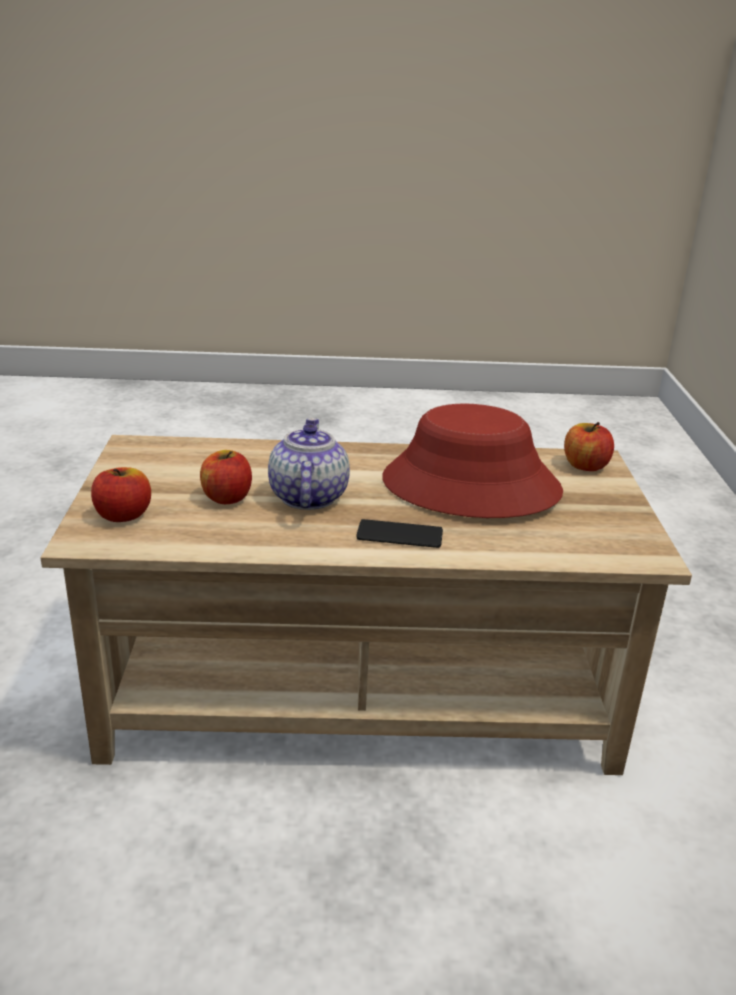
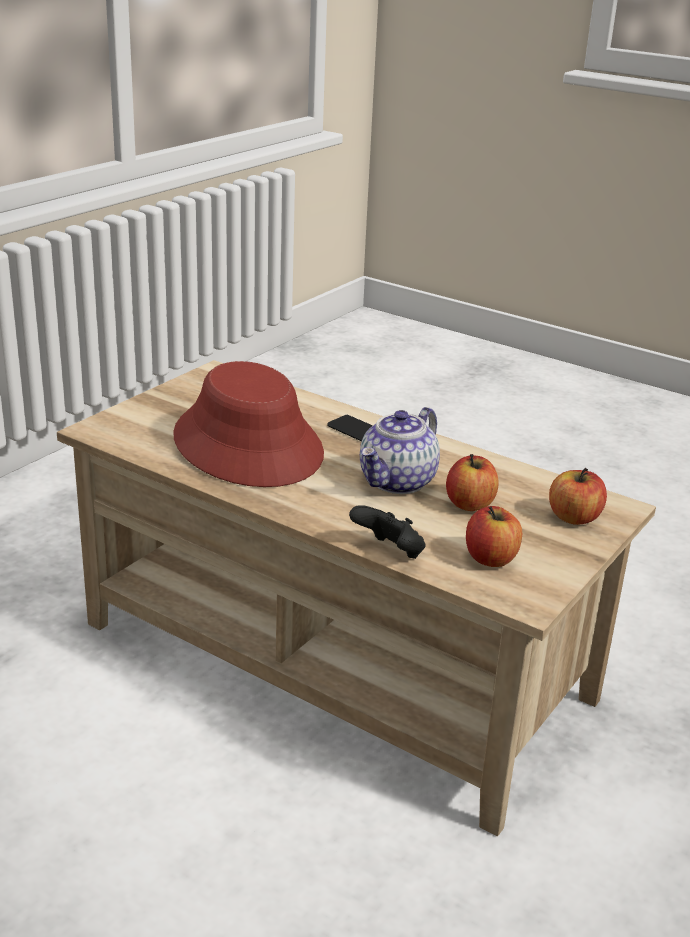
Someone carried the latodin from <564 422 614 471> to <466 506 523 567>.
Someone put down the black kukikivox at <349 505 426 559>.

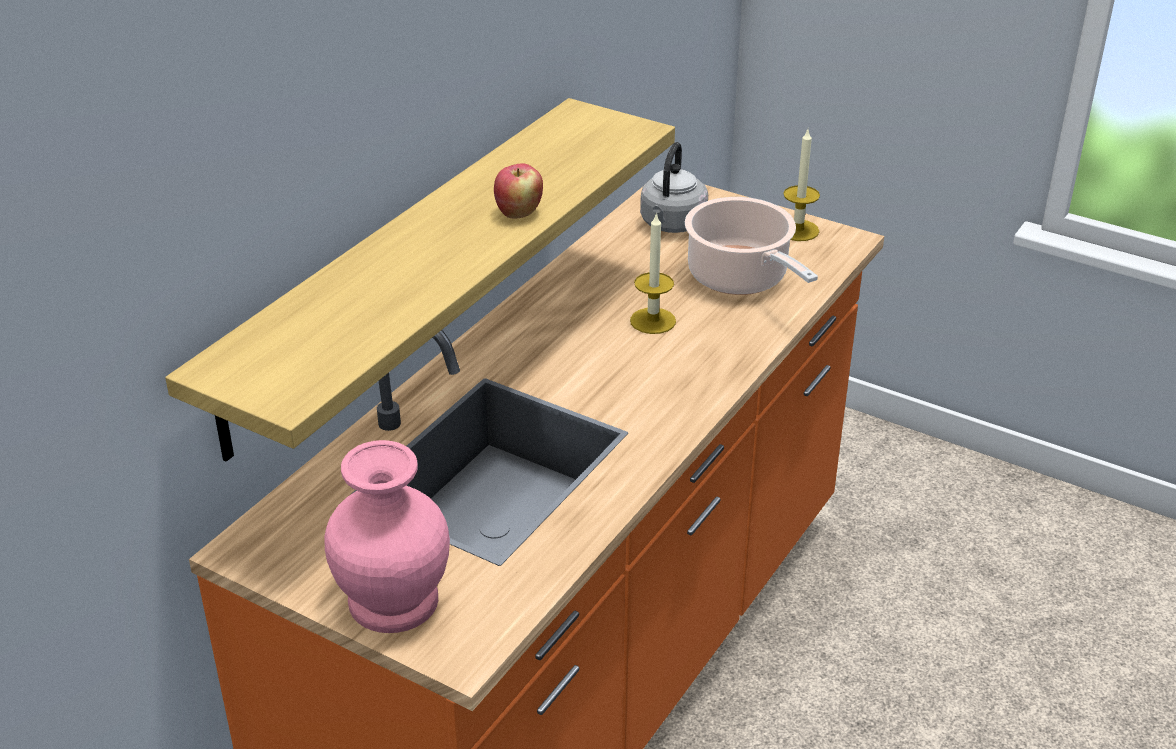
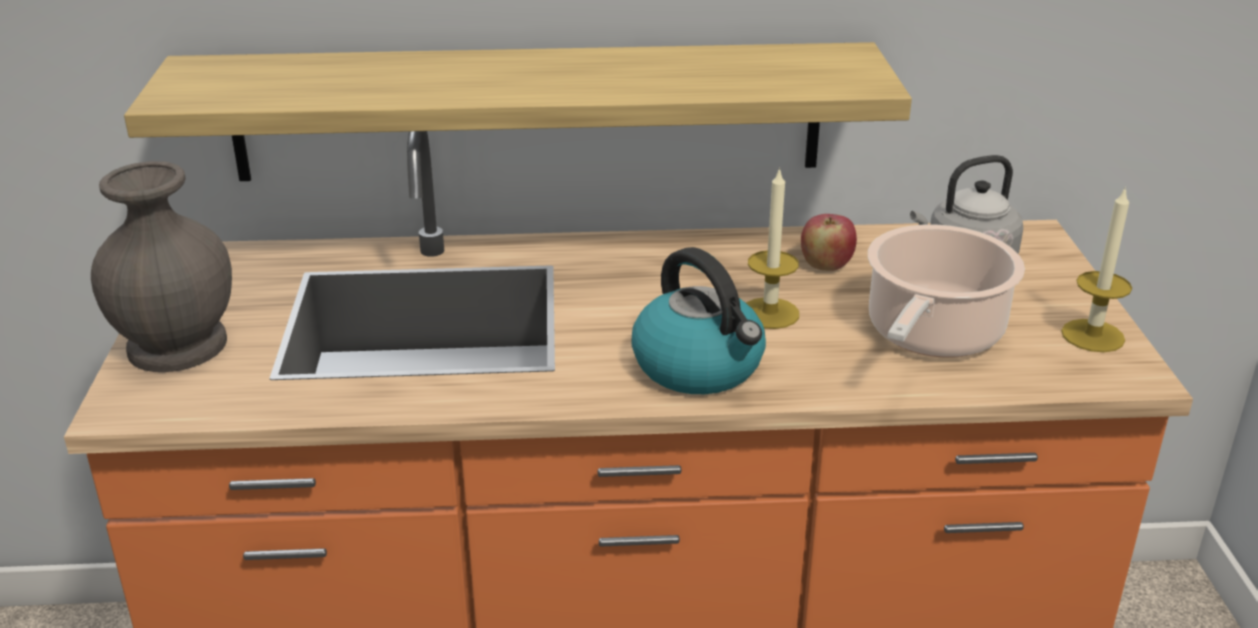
Someone repainted the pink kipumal at <324 440 450 633>, which became the grey kipumal at <91 161 232 372>.
Someone carried the latodin from <494 163 543 218> to <801 214 857 271>.
Someone put down the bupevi at <631 247 766 394>.

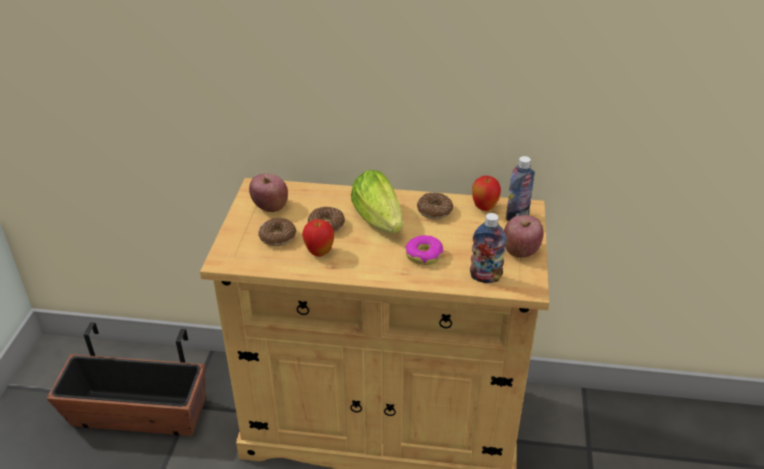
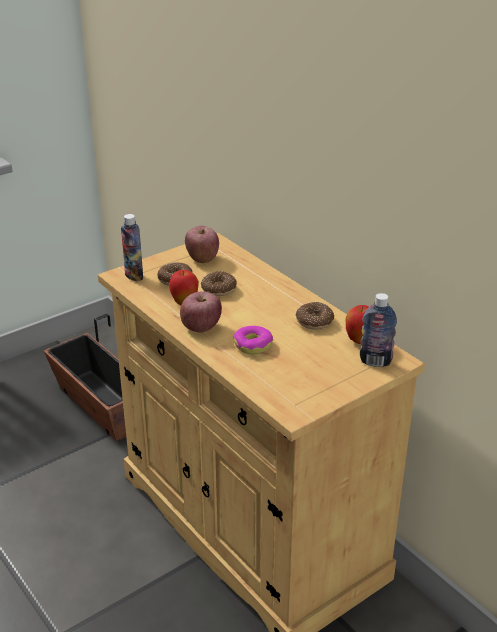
Someone took away the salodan at <351 170 403 233>.
Someone carried the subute from <470 213 507 283> to <121 214 143 281>.
Someone carried the latodin from <504 215 543 258> to <180 291 222 333>.

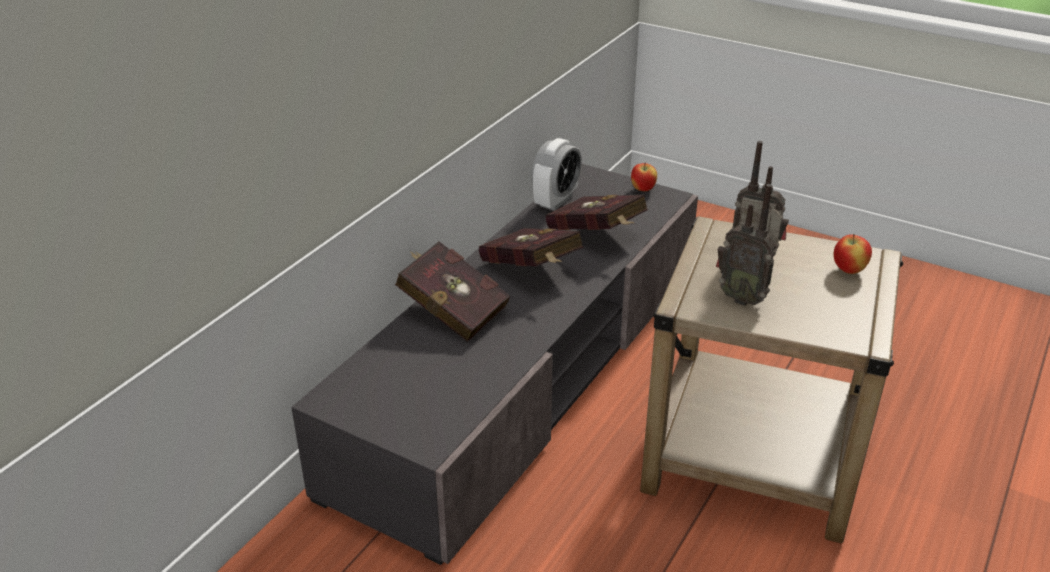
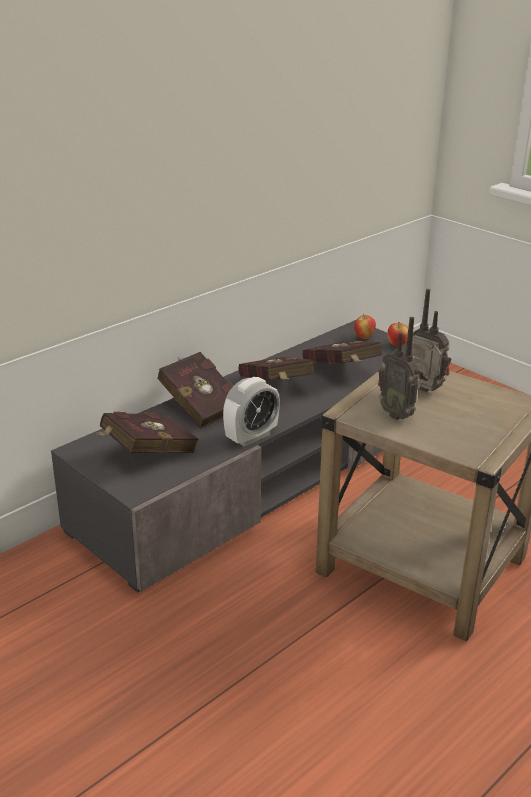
Someone carried the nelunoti from <532 138 582 211> to <223 377 280 447>.
Someone carried the latodin from <833 234 872 274> to <354 313 376 339>.
Someone put down the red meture at <97 412 199 453>.

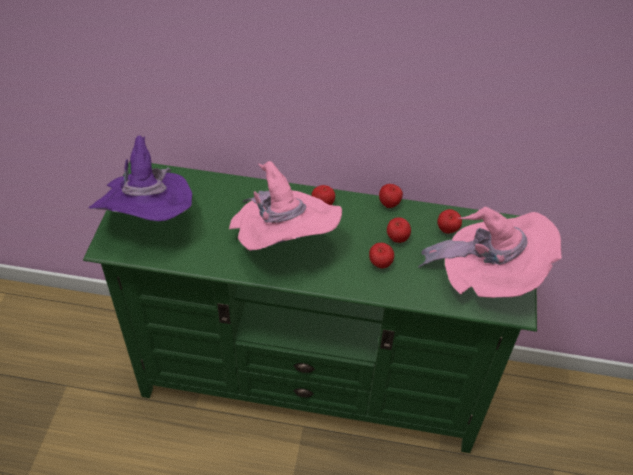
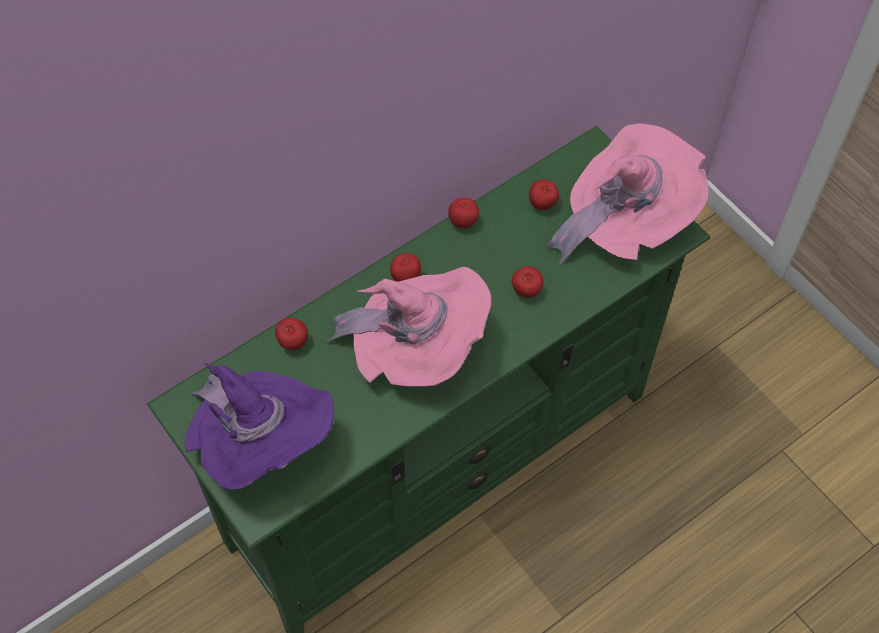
Someone carried the latodin from <387 217 411 243> to <275 318 308 350>.

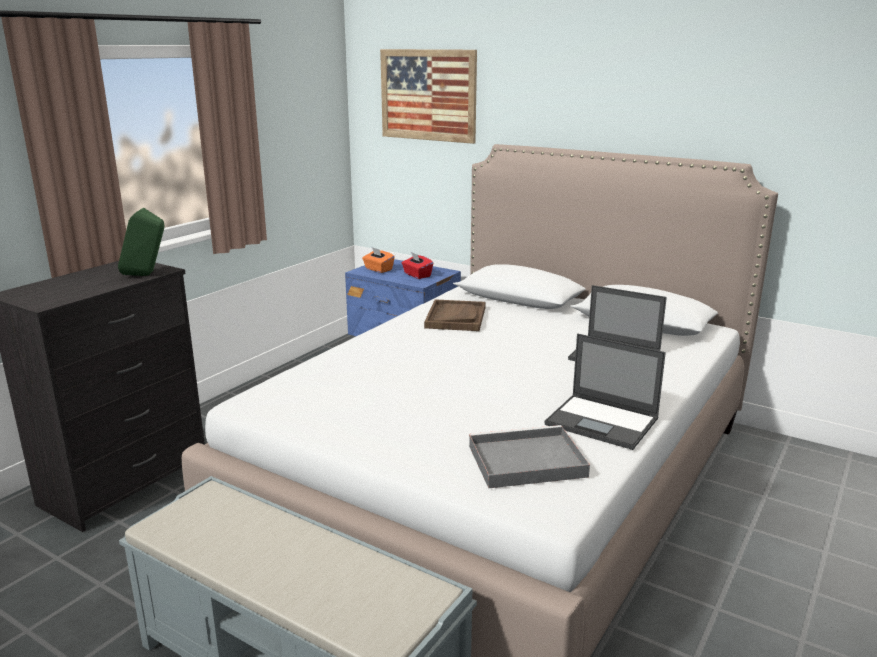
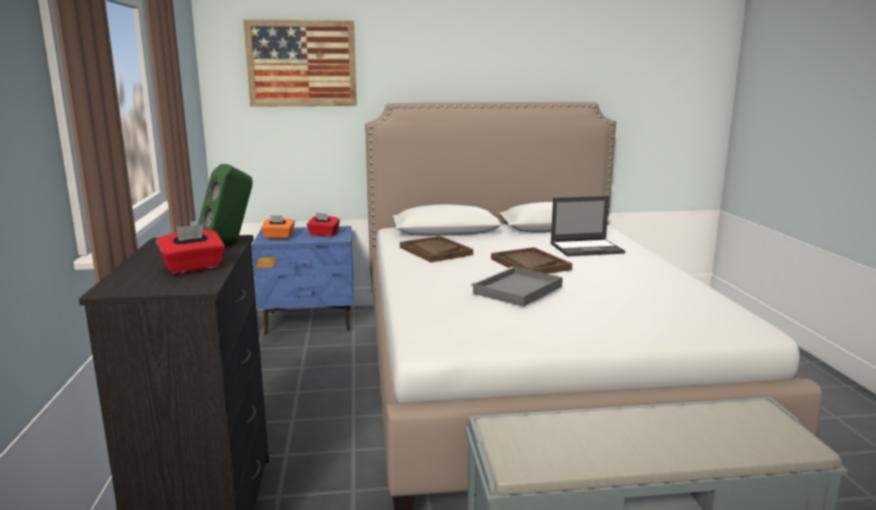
Someone carried the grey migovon from <469 425 590 488> to <471 267 563 307>.
Someone took away the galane at <544 333 666 450>.
Someone put down the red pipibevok at <156 224 225 274>.
Someone put down the brown migovon at <491 247 572 274>.

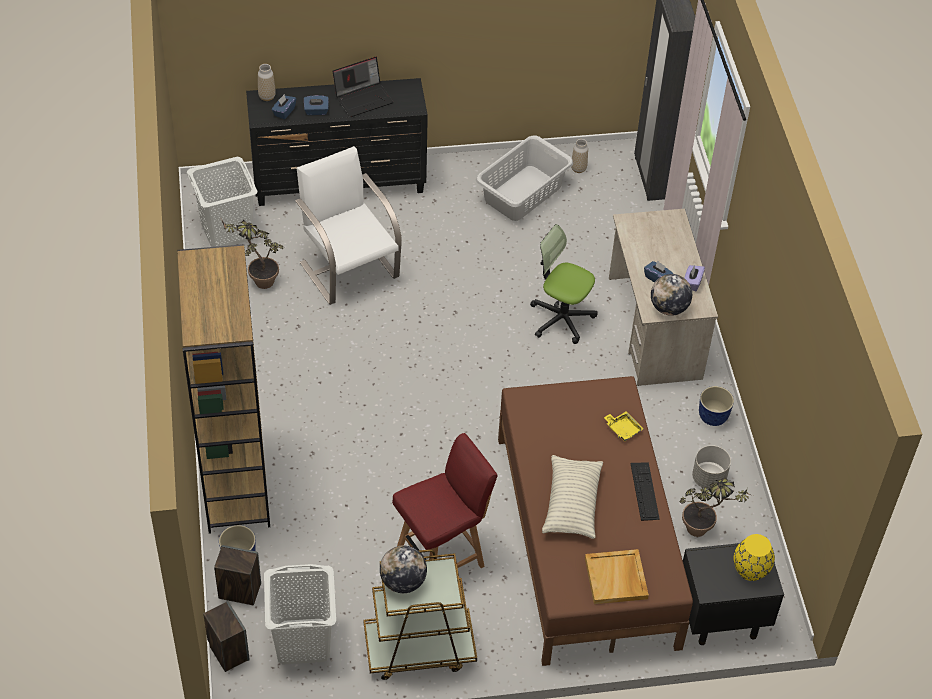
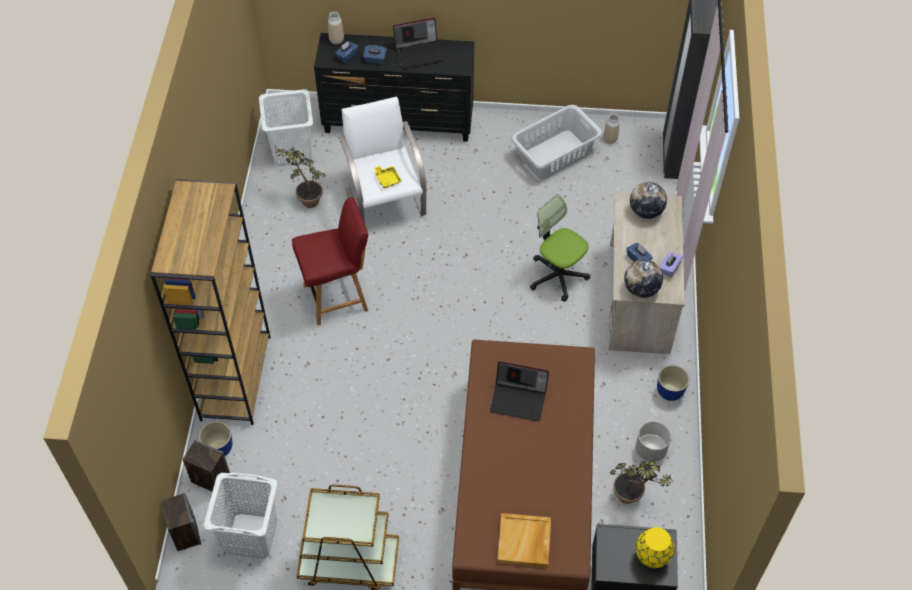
Someone carried the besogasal from <380 546 427 593> to <630 182 667 219>.
Someone carried the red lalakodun from <392 433 498 568> to <292 197 368 326>.
Someone took away the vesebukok at <542 455 603 539>.
Someone carried the yellow migovon from <604 411 643 442> to <374 166 402 189>.
Someone took away the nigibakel at <631 462 660 521>.
Someone put down the galane at <490 361 549 421>.

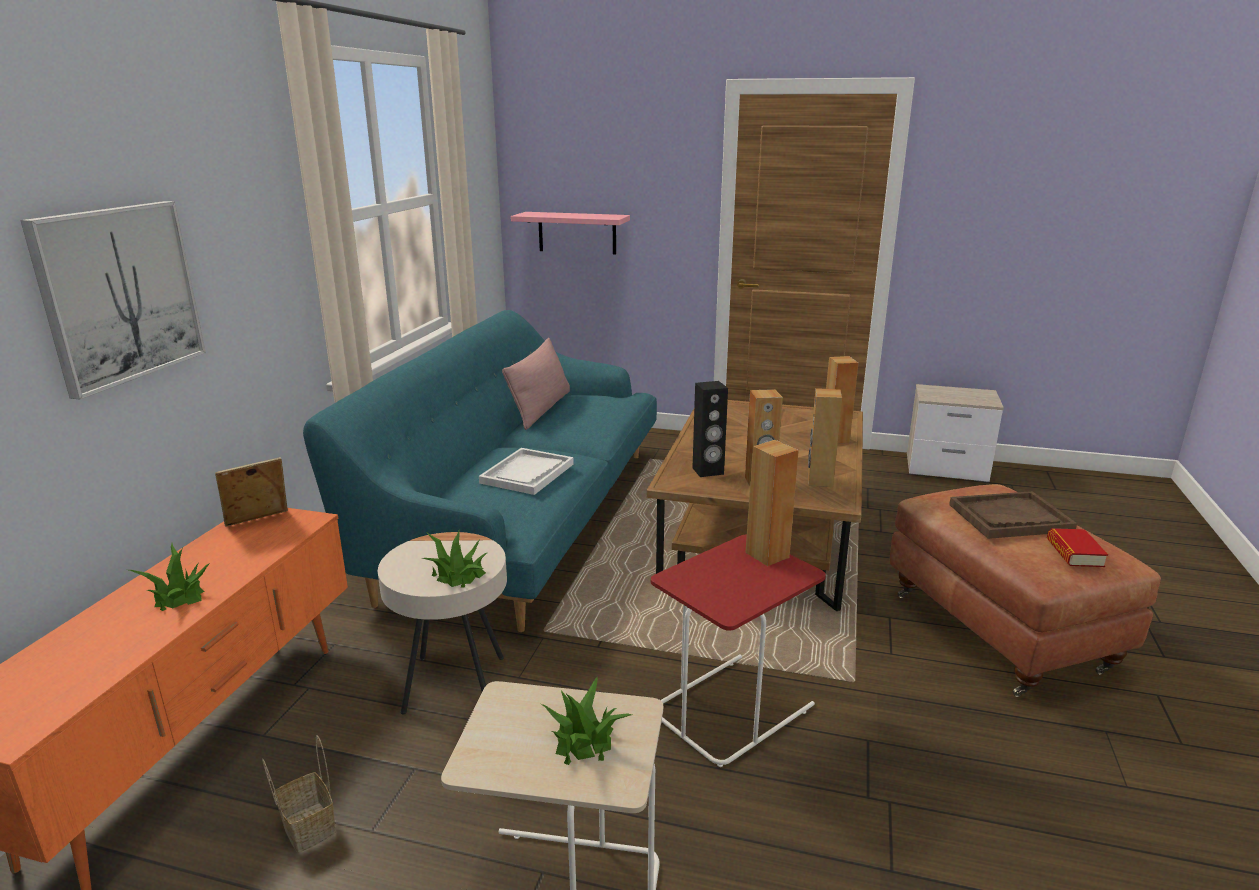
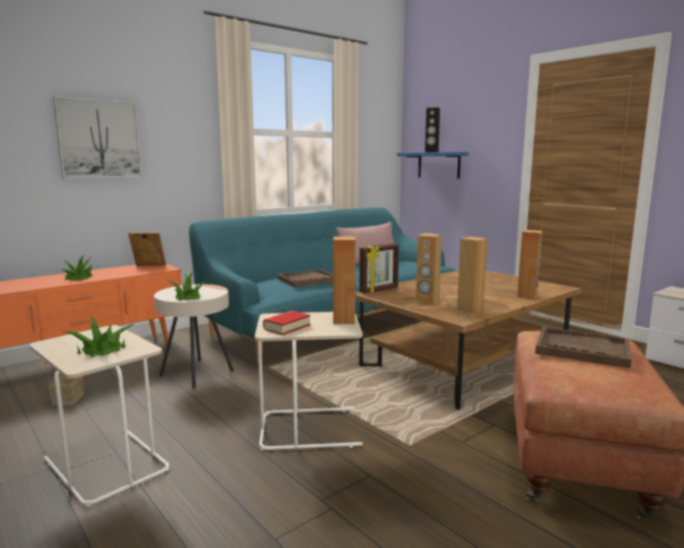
Someone repainted the white migovon at <479 448 574 495>, which became the brown migovon at <278 269 333 287>.
Someone repainted the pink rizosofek at <511 212 630 254>, which became the blue rizosofek at <397 152 469 179>.
Someone repainted the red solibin at <651 535 826 767>, which became the beige solibin at <255 312 363 450>.
Someone carried the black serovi from <692 381 728 477> to <425 107 440 152>.
Someone carried the meture from <1047 528 1108 567> to <263 310 311 335>.
Someone put down the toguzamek at <359 243 399 294>.

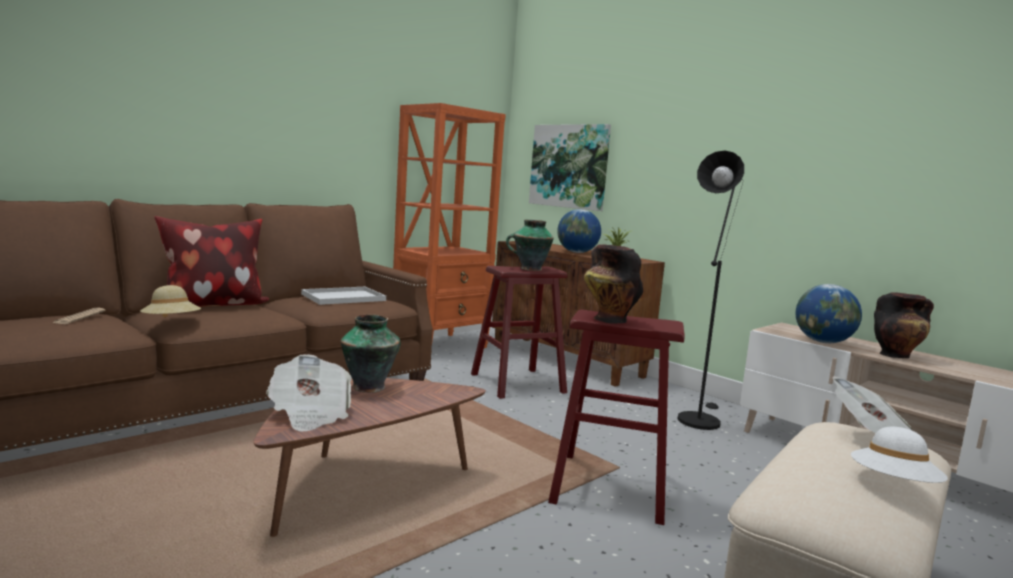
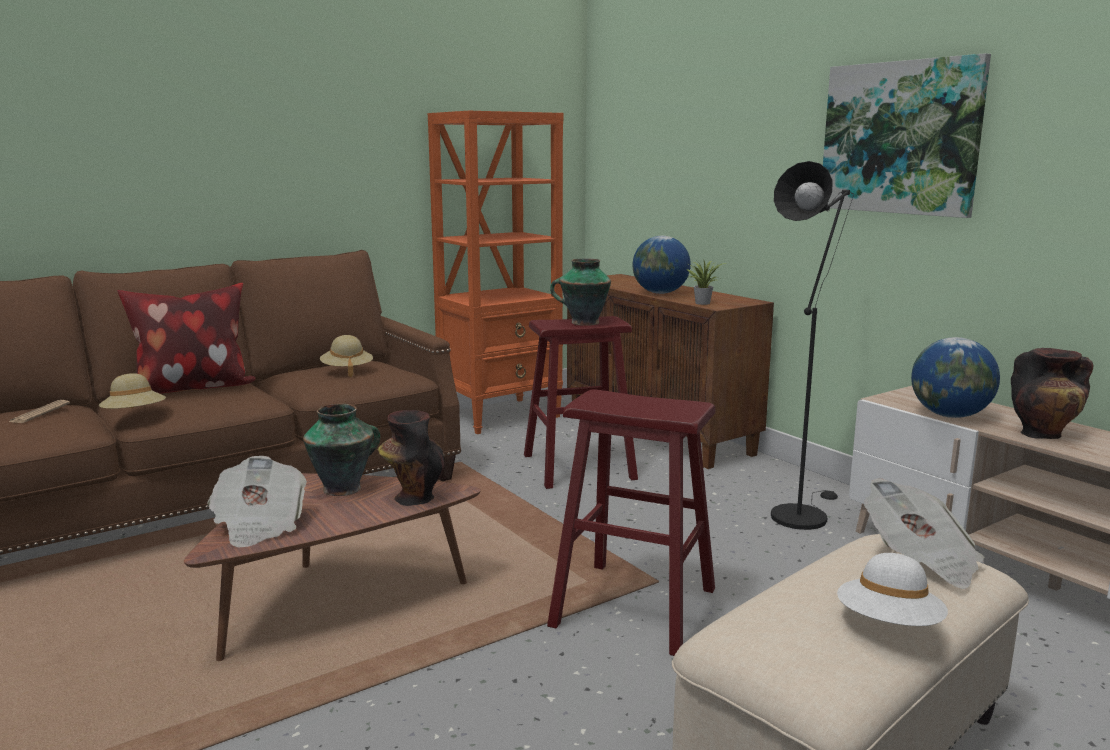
Someone swapped the white migovon at <301 287 386 305> for the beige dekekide at <320 335 373 377>.
Someone carried the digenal from <529 124 611 211> to <823 53 991 218>.
Someone carried the kipumal from <584 244 643 324> to <378 410 445 506>.

